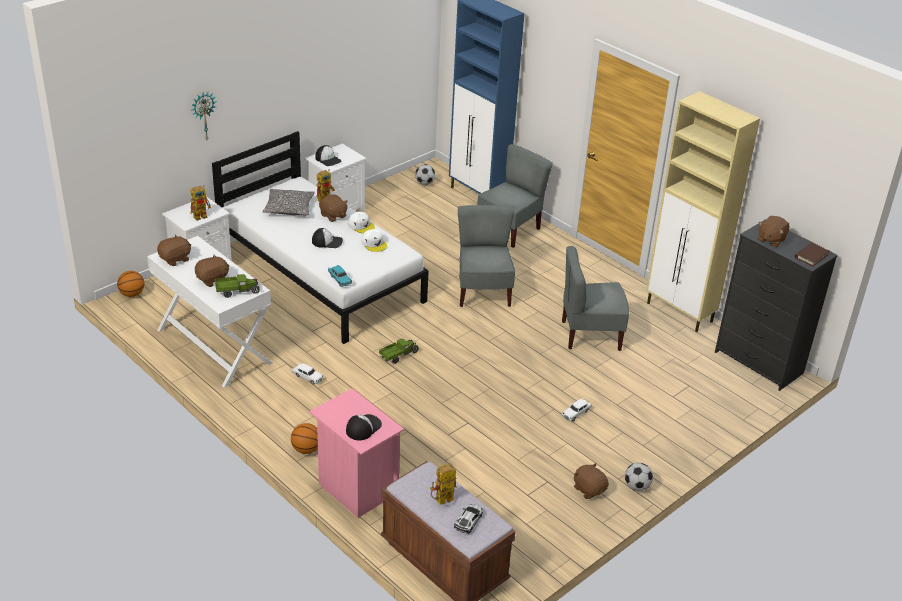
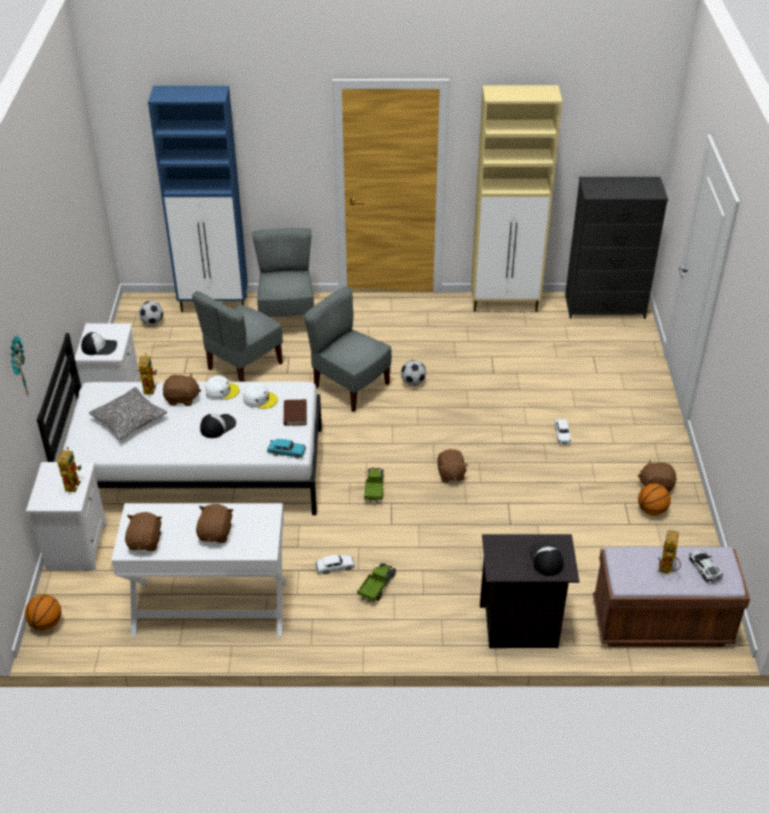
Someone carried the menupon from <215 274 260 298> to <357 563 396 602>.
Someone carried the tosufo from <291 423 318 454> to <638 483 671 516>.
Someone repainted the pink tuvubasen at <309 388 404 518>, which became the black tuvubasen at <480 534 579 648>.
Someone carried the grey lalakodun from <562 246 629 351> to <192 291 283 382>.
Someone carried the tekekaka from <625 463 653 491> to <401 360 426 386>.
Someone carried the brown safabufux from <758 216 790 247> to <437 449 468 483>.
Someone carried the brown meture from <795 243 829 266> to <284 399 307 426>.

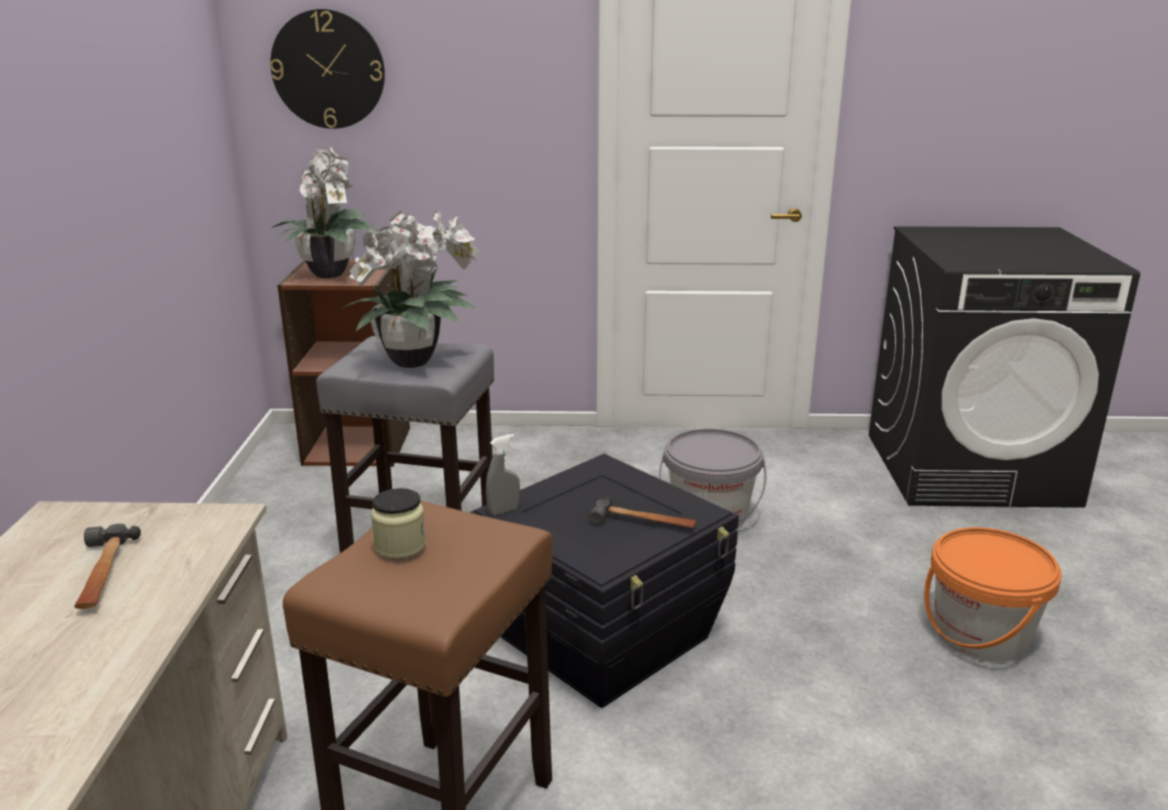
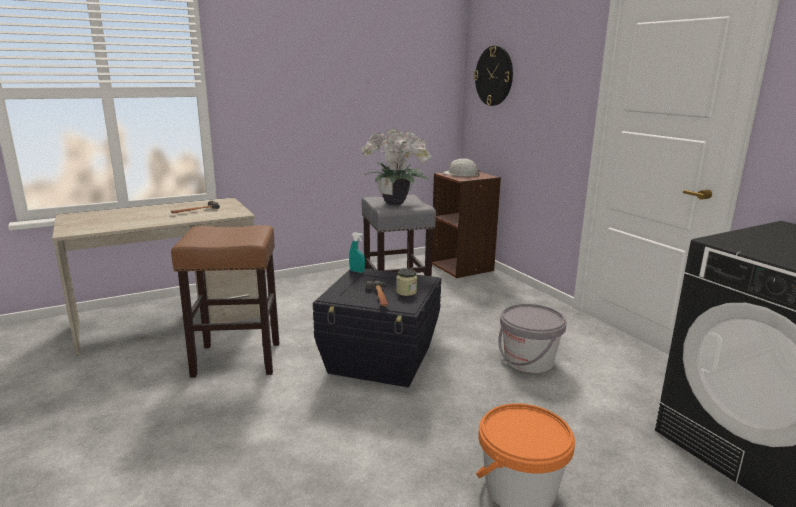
Someone swapped the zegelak at <271 147 377 278> for the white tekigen at <443 158 481 177>.
Someone carried the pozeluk from <371 488 426 559> to <396 269 417 296>.
Someone repainted the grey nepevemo at <486 434 520 515>, which became the turquoise nepevemo at <349 232 365 273>.

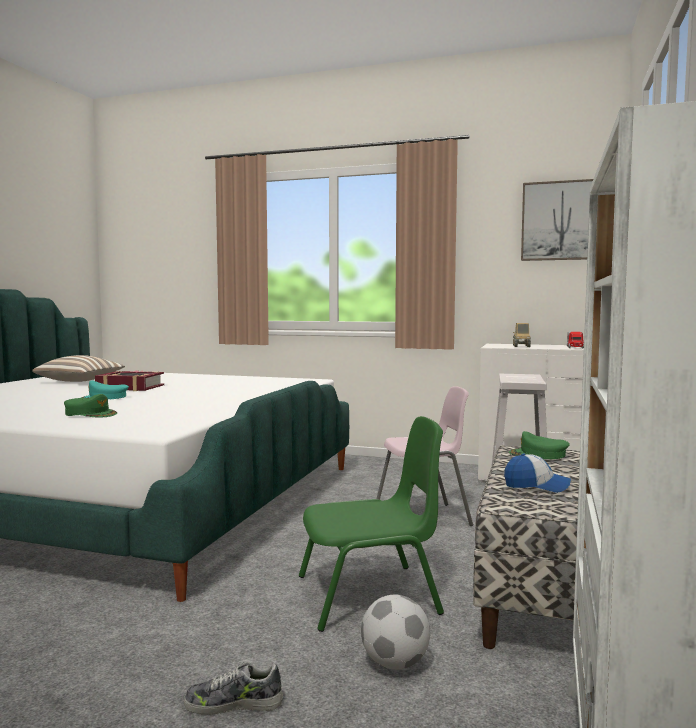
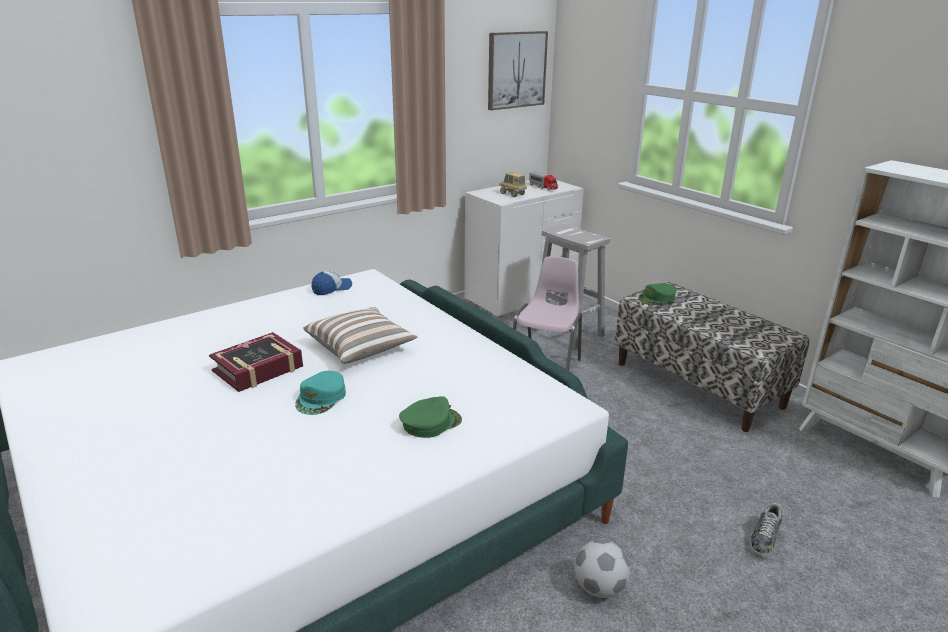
Someone carried the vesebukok from <32 355 125 382> to <303 307 417 364>.
Someone took away the green lalakodun at <299 416 444 632>.
Someone carried the tekekaka from <361 594 430 670> to <574 540 630 598>.
Someone carried the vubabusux from <504 453 571 493> to <312 271 352 295>.

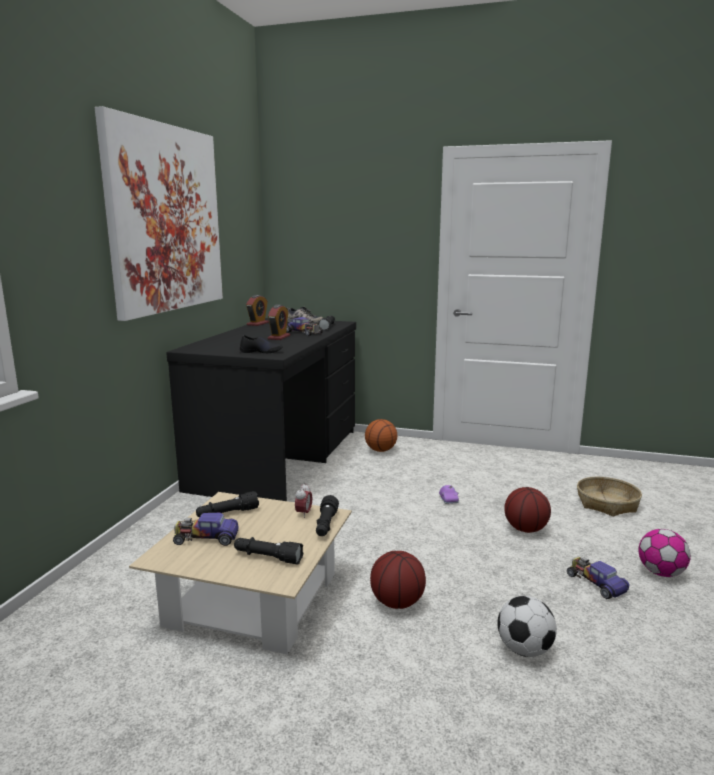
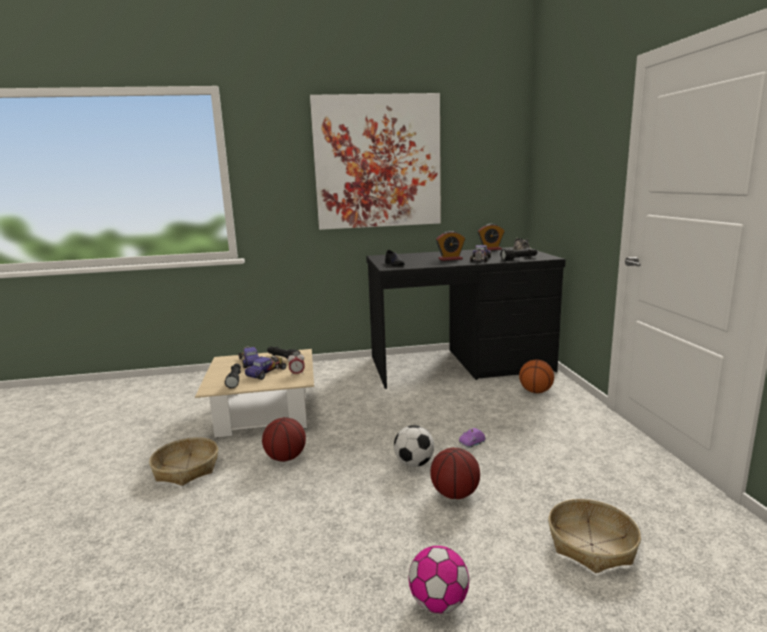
Someone took away the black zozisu at <316 495 339 536>.
Someone carried the tekekaka from <498 596 557 657> to <394 425 434 467>.
Someone carried the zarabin from <567 557 629 599> to <245 356 286 380>.
Someone put down the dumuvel at <149 437 218 486>.

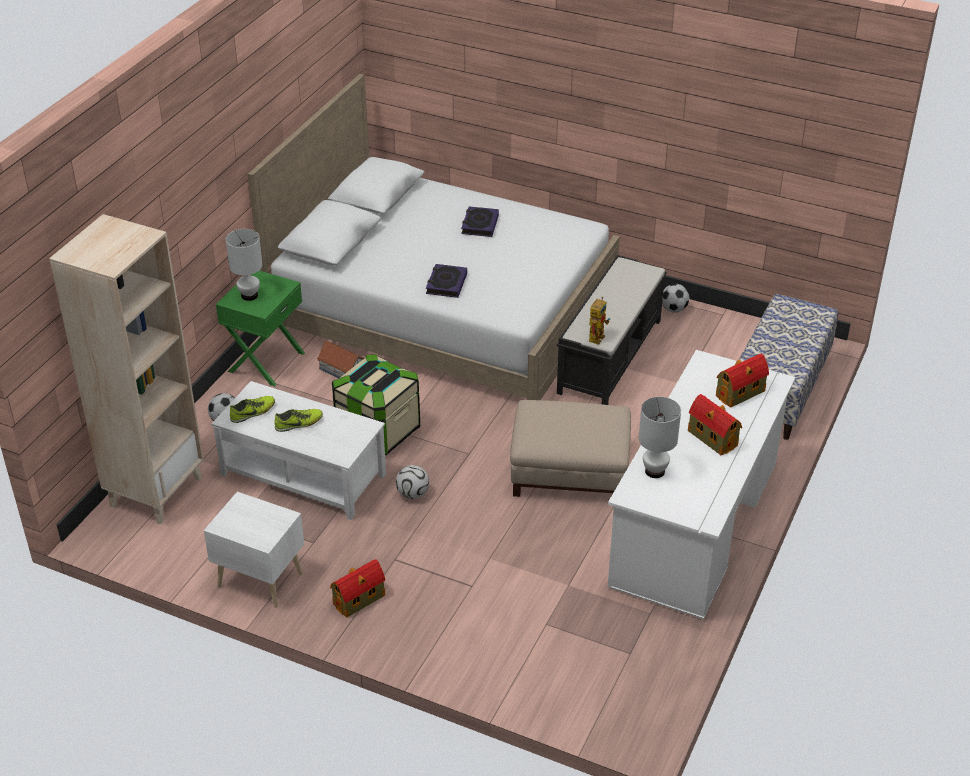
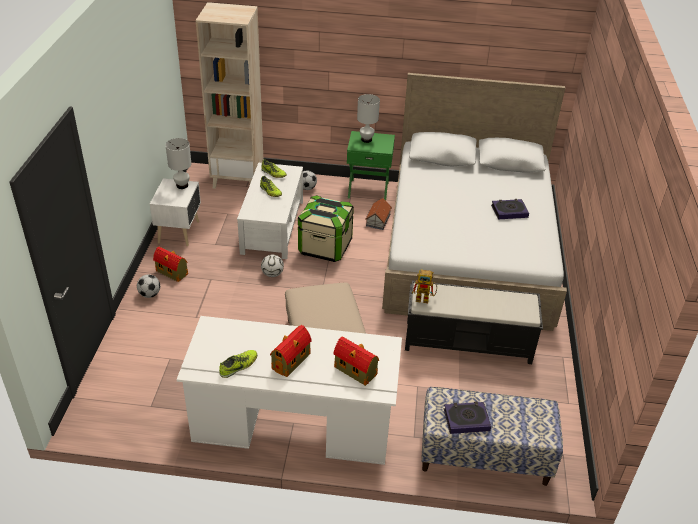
Someone carried the meture from <426 264 467 298> to <444 401 491 434>.
Someone carried the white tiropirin from <639 397 681 478> to <165 138 191 189>.
Someone carried the tekekaka from <662 284 689 313> to <137 274 160 298>.
Someone put down the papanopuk at <219 350 257 378>.

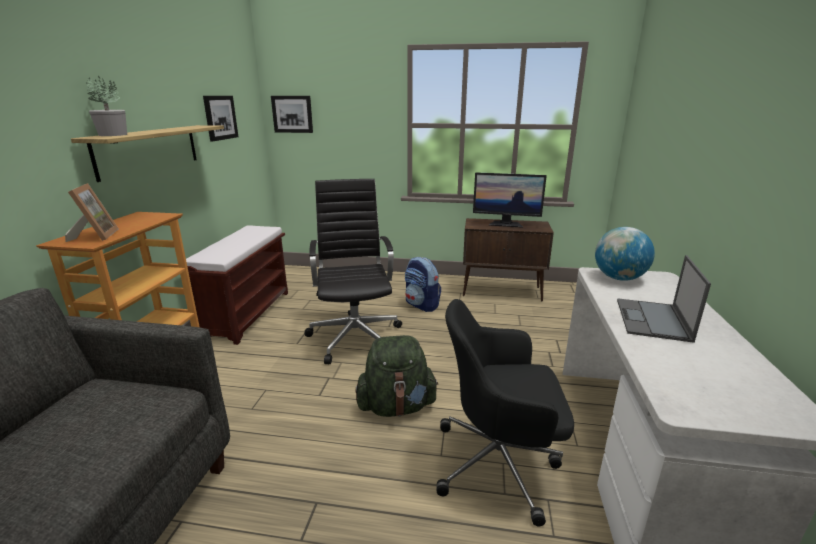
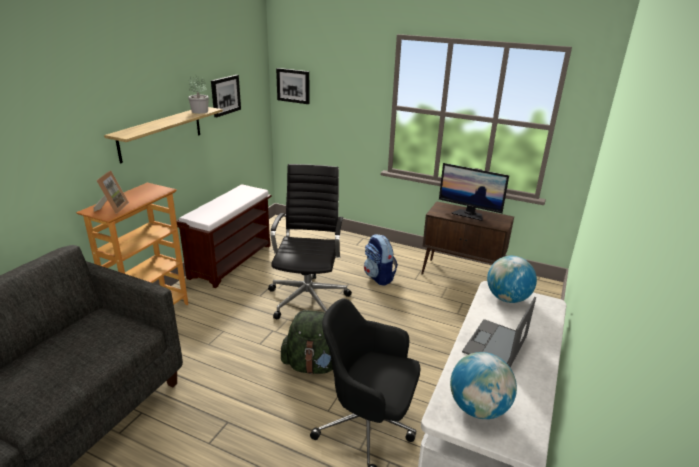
Someone carried the zegelak from <86 76 127 136> to <188 77 209 114>.
Someone put down the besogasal at <450 352 517 419>.

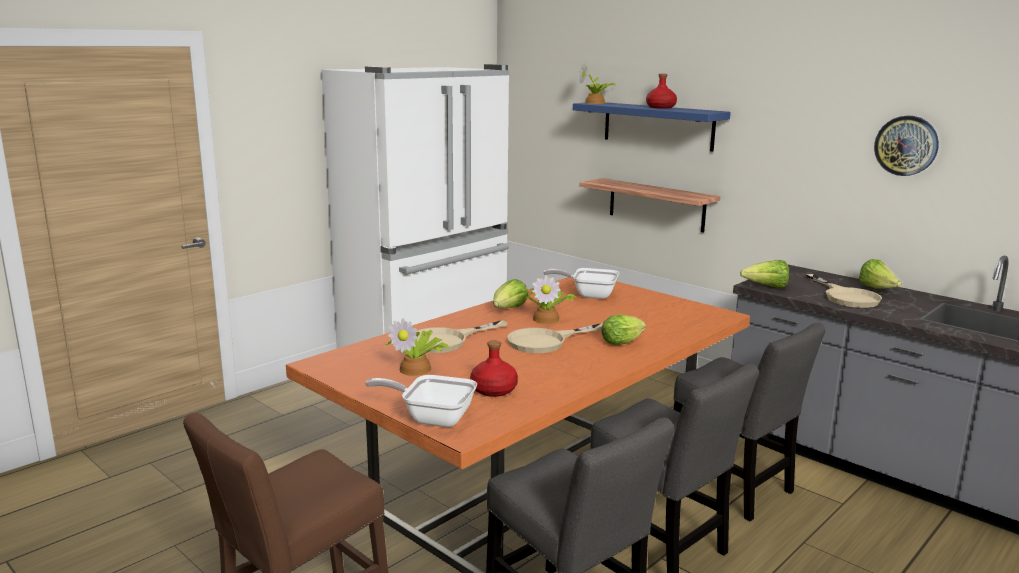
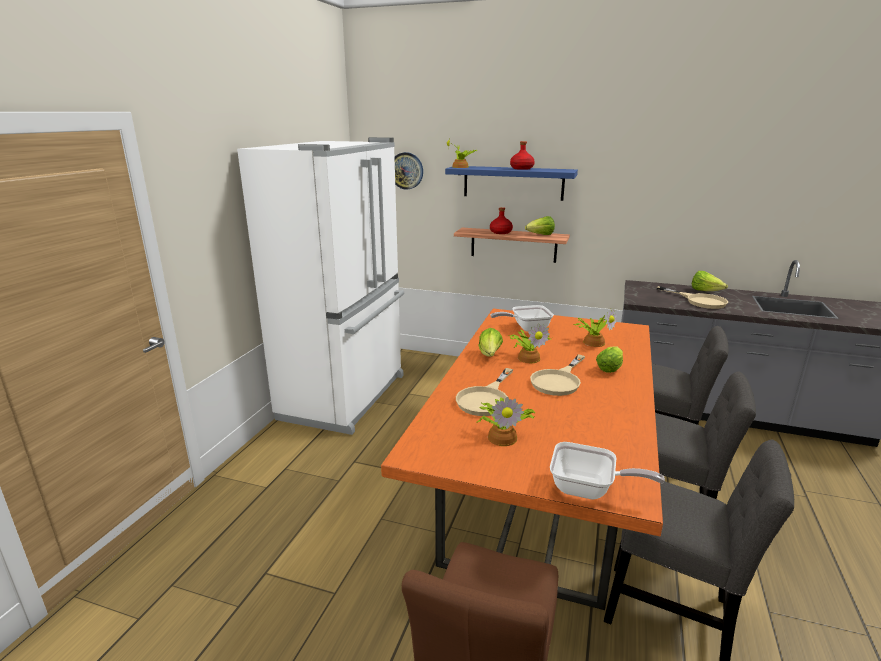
Someone rotated the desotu at <365 375 477 427> by 150 degrees counterclockwise.
Someone carried the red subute from <470 340 518 397> to <490 207 513 234>.
Someone carried the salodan from <740 260 789 288> to <525 216 555 235>.
Someone carried the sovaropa from <874 116 939 176> to <394 152 423 190>.
Someone put down the zegelak at <573 308 617 347>.

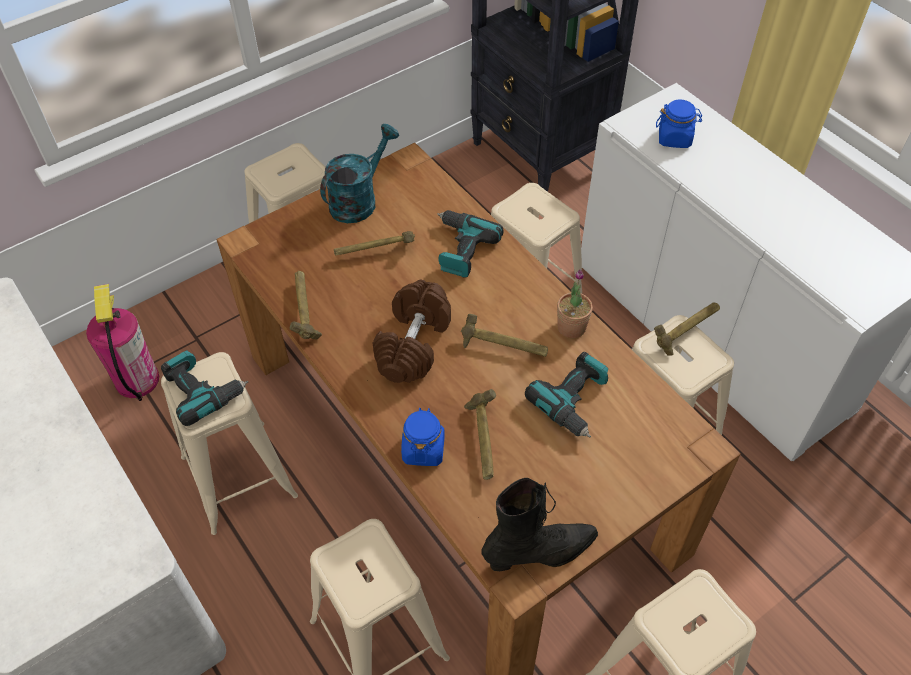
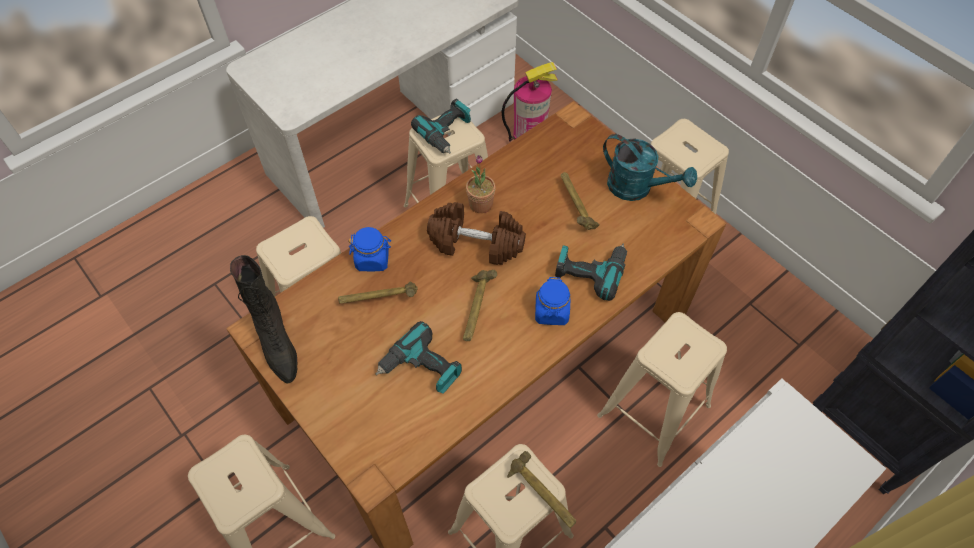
Someone took away the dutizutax at <290 271 322 339>.
Someone carried the zegelak from <557 269 593 338> to <466 155 496 213>.
Someone carried the blue pozeluk from <656 100 702 148> to <535 276 570 325>.

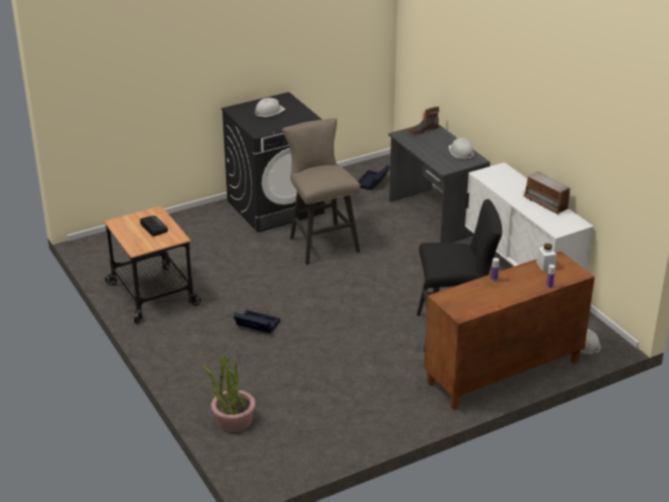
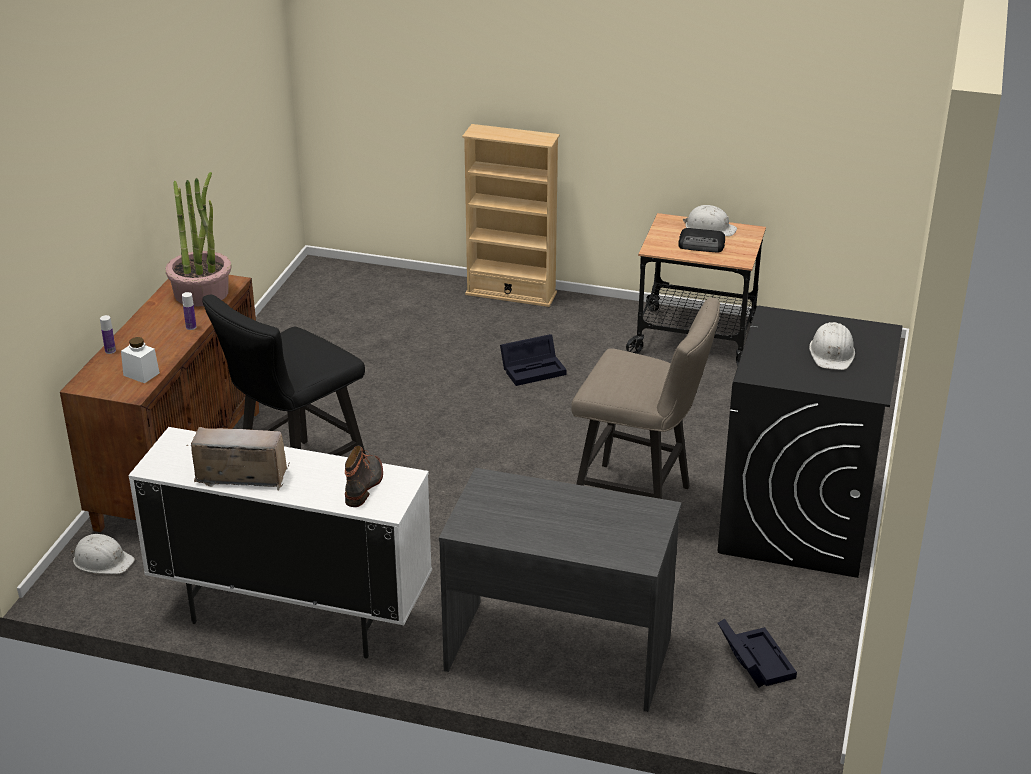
Someone carried the zegelak from <202 354 255 432> to <165 172 231 307>.
Someone carried the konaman from <409 107 439 134> to <345 446 383 507>.
Someone carried the white tekigen from <448 138 475 160> to <683 205 737 236>.
Someone put down the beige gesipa at <462 124 560 307>.

